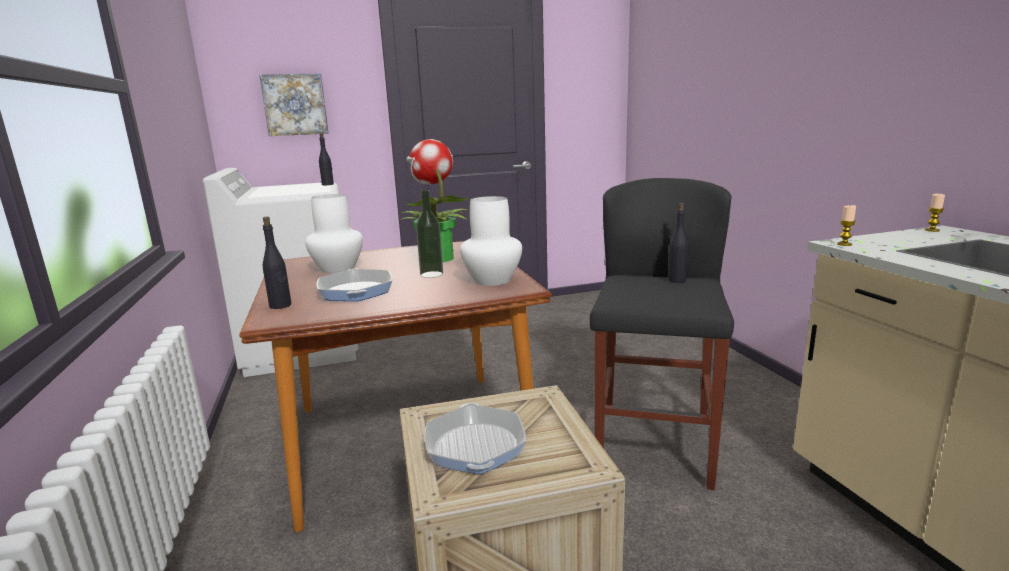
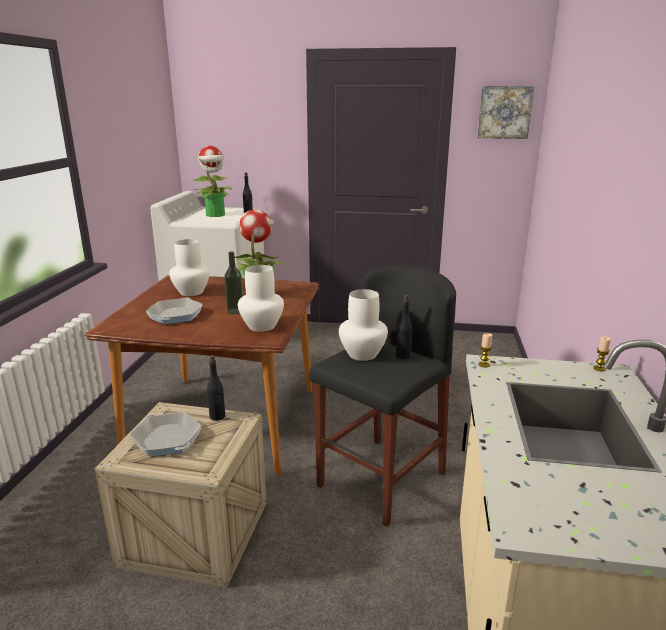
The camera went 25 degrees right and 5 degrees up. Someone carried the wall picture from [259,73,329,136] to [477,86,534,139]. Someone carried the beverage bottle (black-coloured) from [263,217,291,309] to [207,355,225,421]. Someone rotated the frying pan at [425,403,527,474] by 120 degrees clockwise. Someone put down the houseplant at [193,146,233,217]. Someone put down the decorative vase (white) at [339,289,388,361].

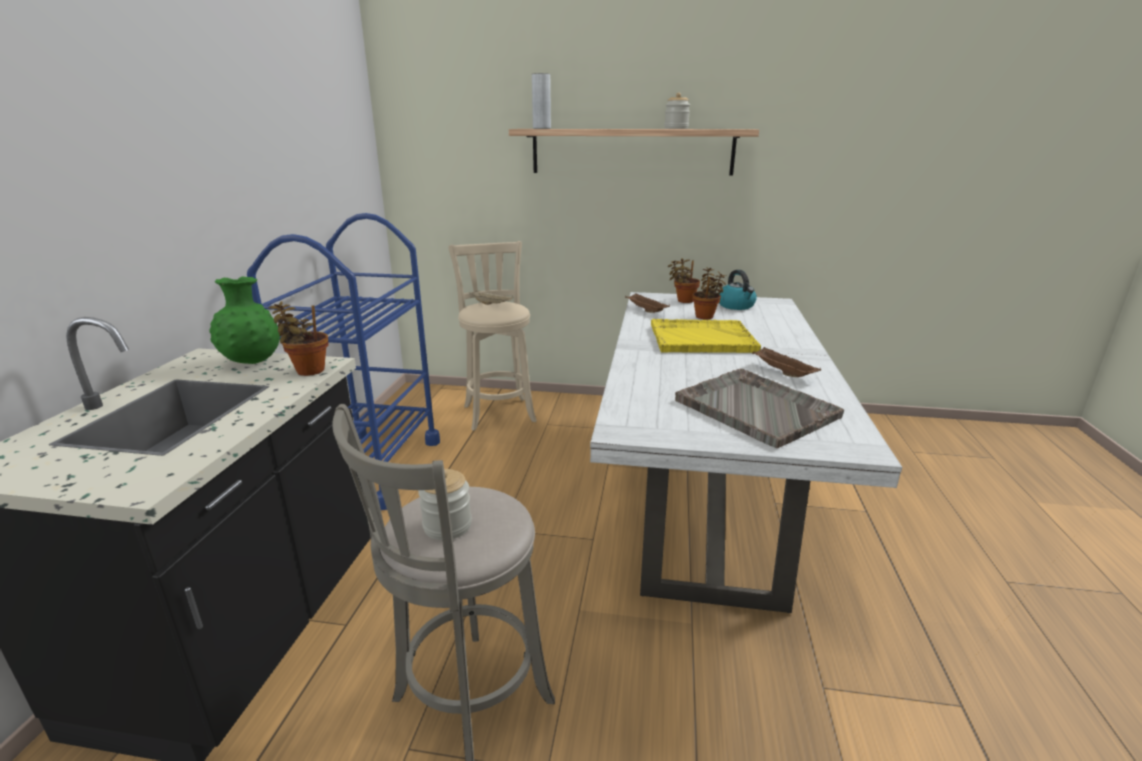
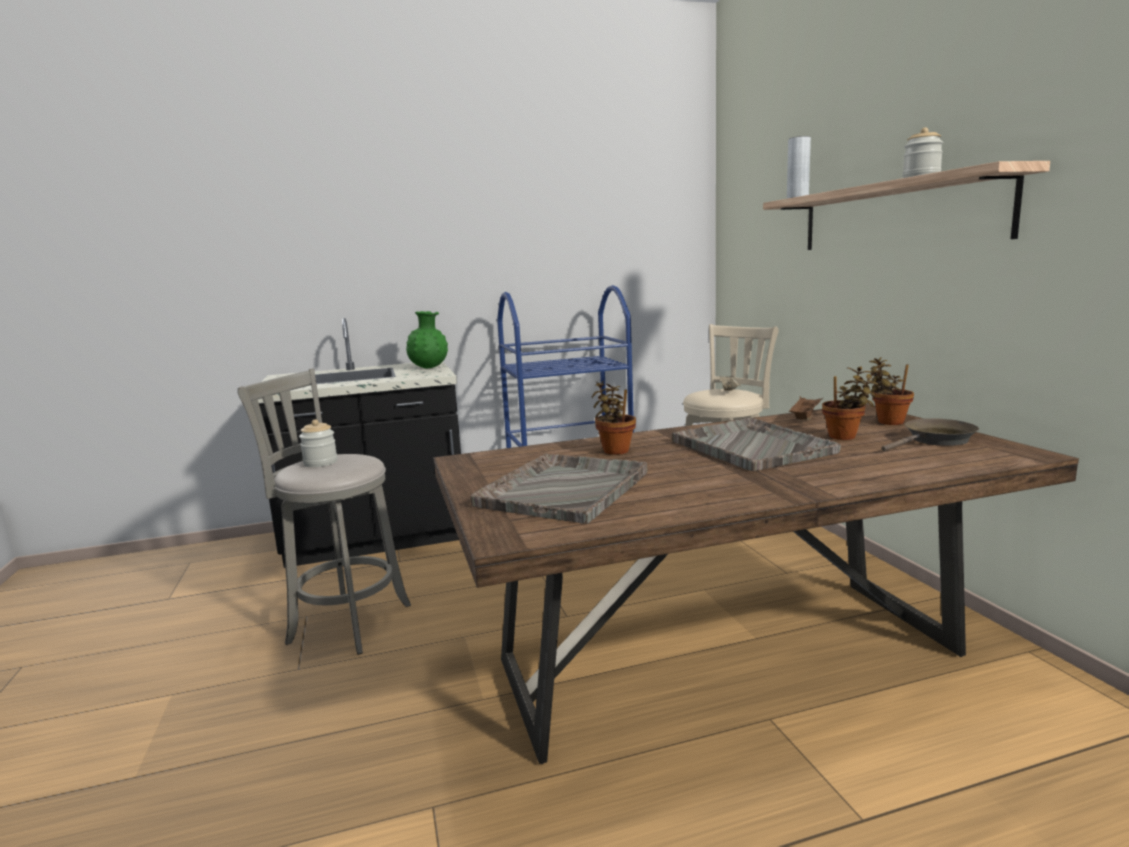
The camera went 65 degrees right and 10 degrees down. Someone swapped the kettle at [718,270,757,310] for the frying pan (brown-coloured) at [881,418,979,451]. Someone repainted the dinner table (white) at [590,292,902,613], which became the dinner table (brown-coloured) at [433,404,1079,764]. Someone carried the houseplant from [269,301,328,376] to [592,381,636,455]. Someone repainted the carrying tray (yellowish) at [651,319,761,353], which became the carrying tray (gray) at [672,418,841,471]. Someone took away the carrying tray (brown-coloured) at [752,347,821,377].

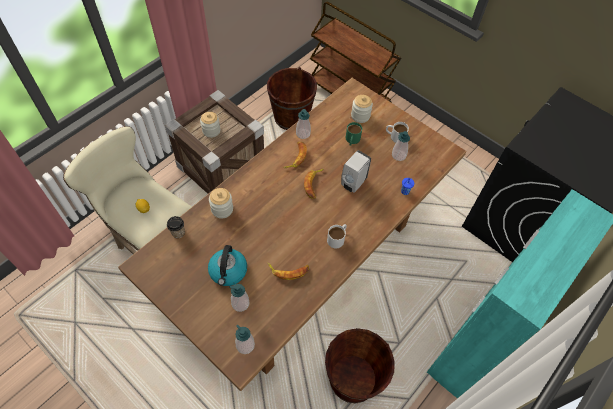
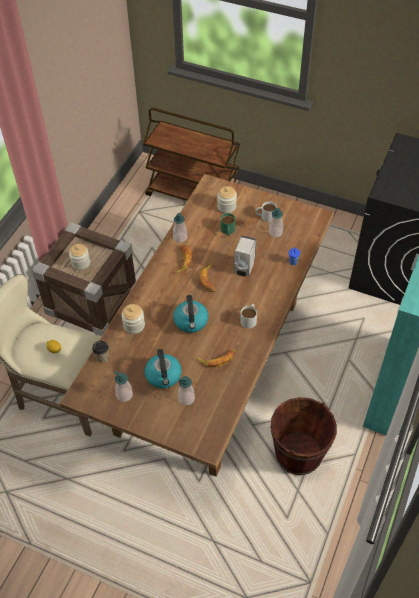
The camera went 15 degrees left and 5 degrees down. Someone took away the water bucket (brown-coloured) at [267,67,317,130]. Someone carried the soap bottle from [235,325,255,354] to [114,371,133,402]. Someone put down the kettle at [173,295,208,333].

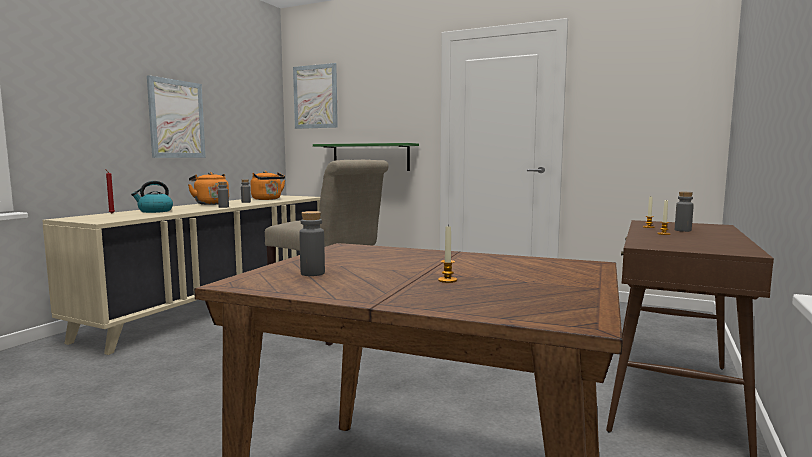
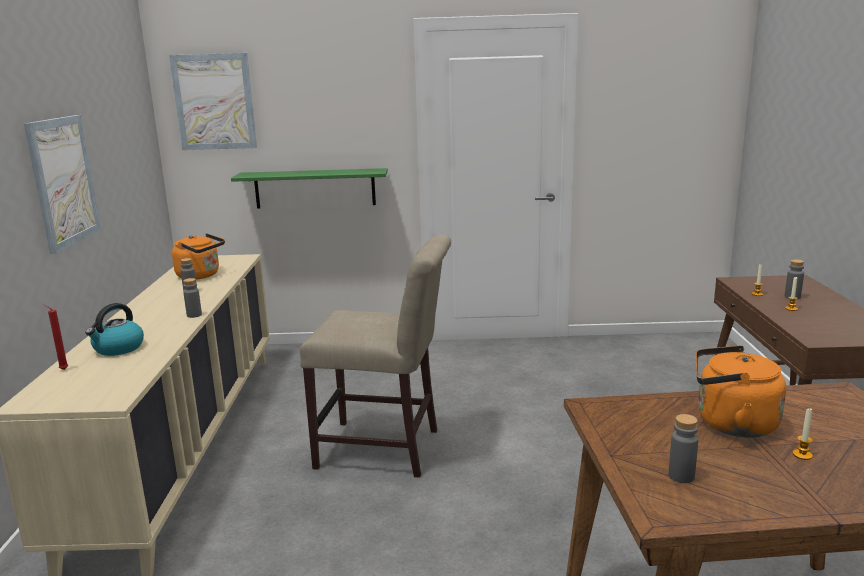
The camera went 25 degrees left and 10 degrees up. Someone carried the kettle (orange-coloured) from [188,172,229,205] to [696,345,786,438].

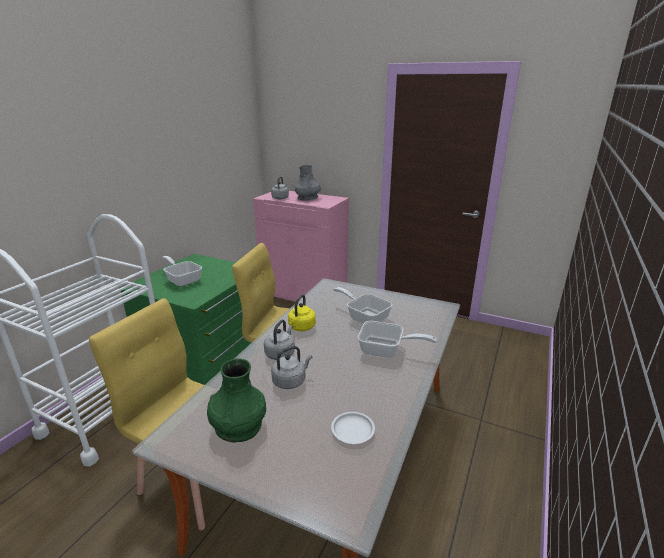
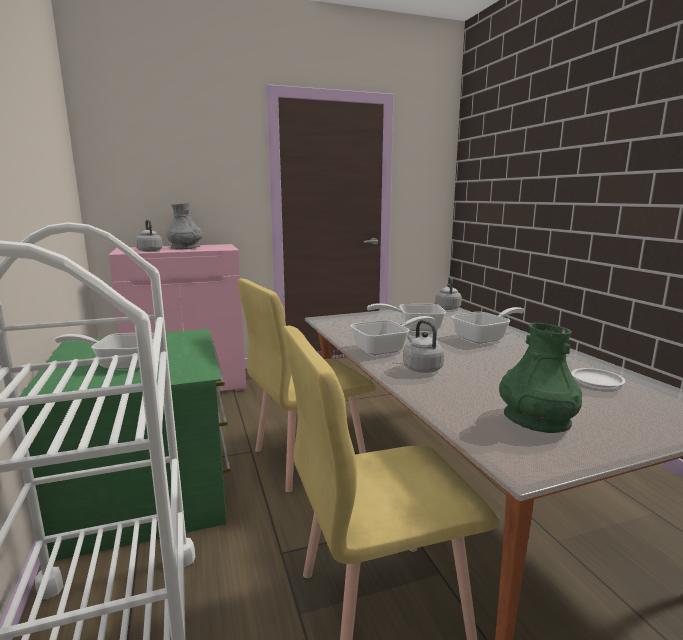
The camera went 45 degrees left and 10 degrees down. Someone swapped the kettle (yellowish) at [288,294,316,331] for the frying pan at [350,316,435,355]. Someone carried the kettle (gray) from [271,346,312,389] to [435,276,462,310].

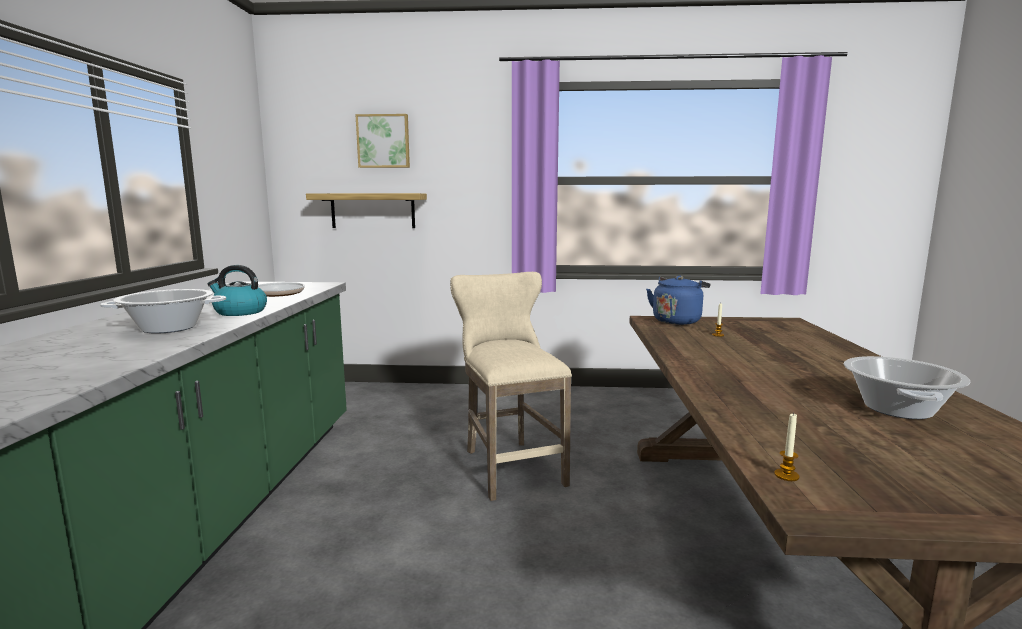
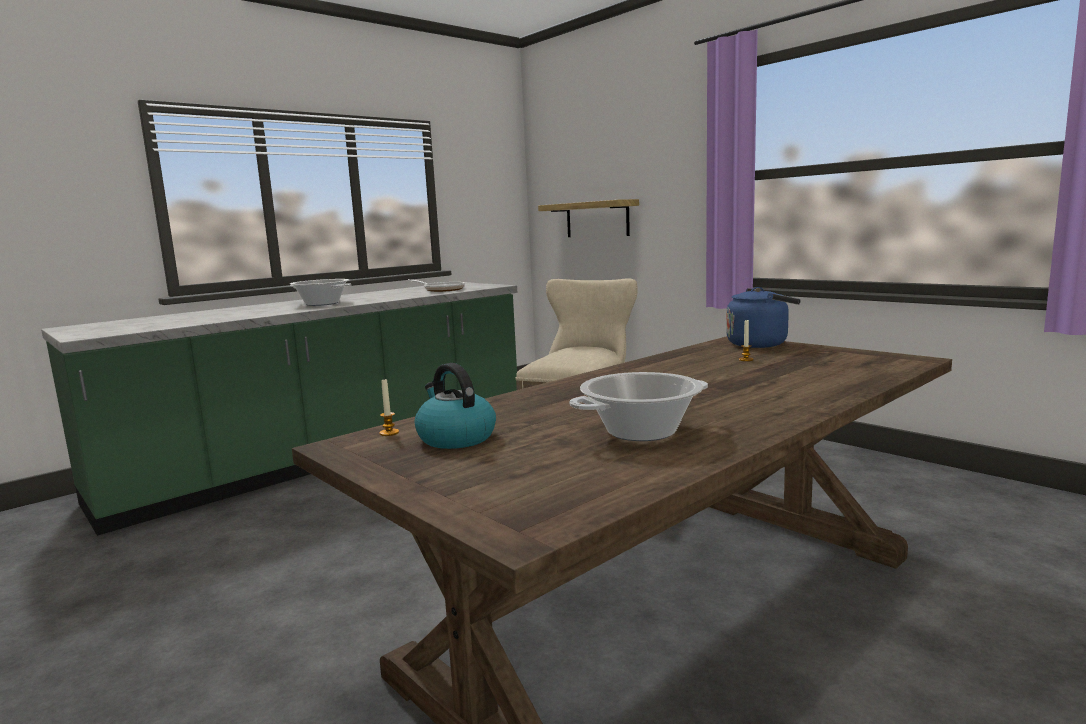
The camera went 45 degrees right and 0 degrees up. Someone took away the wall picture at [355,114,410,168]. Someone carried the kettle from [208,265,267,316] to [415,363,496,449].

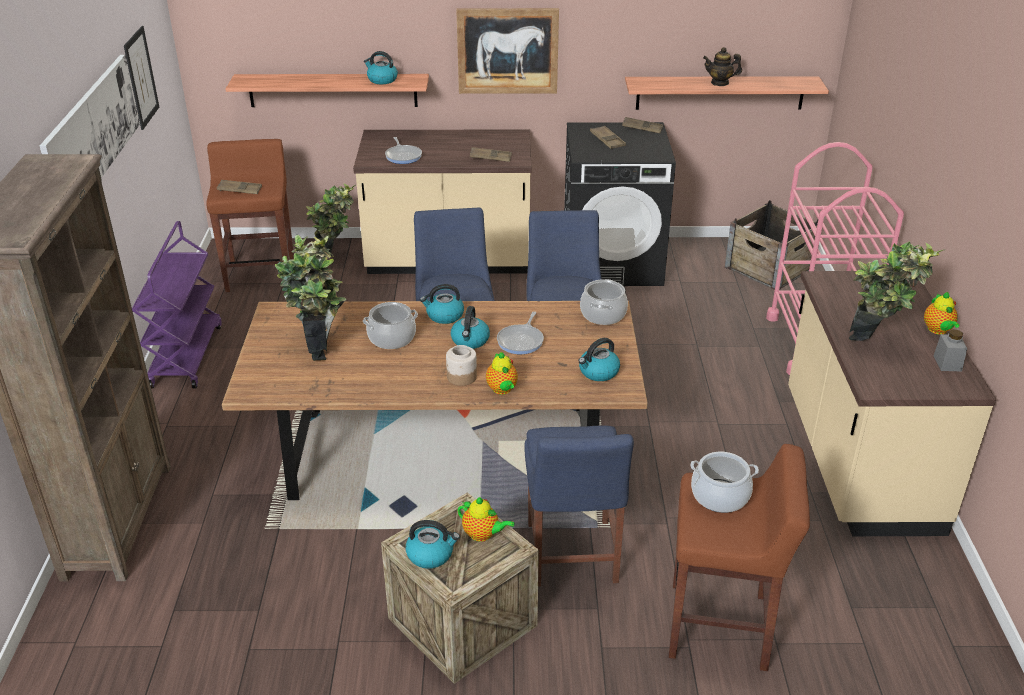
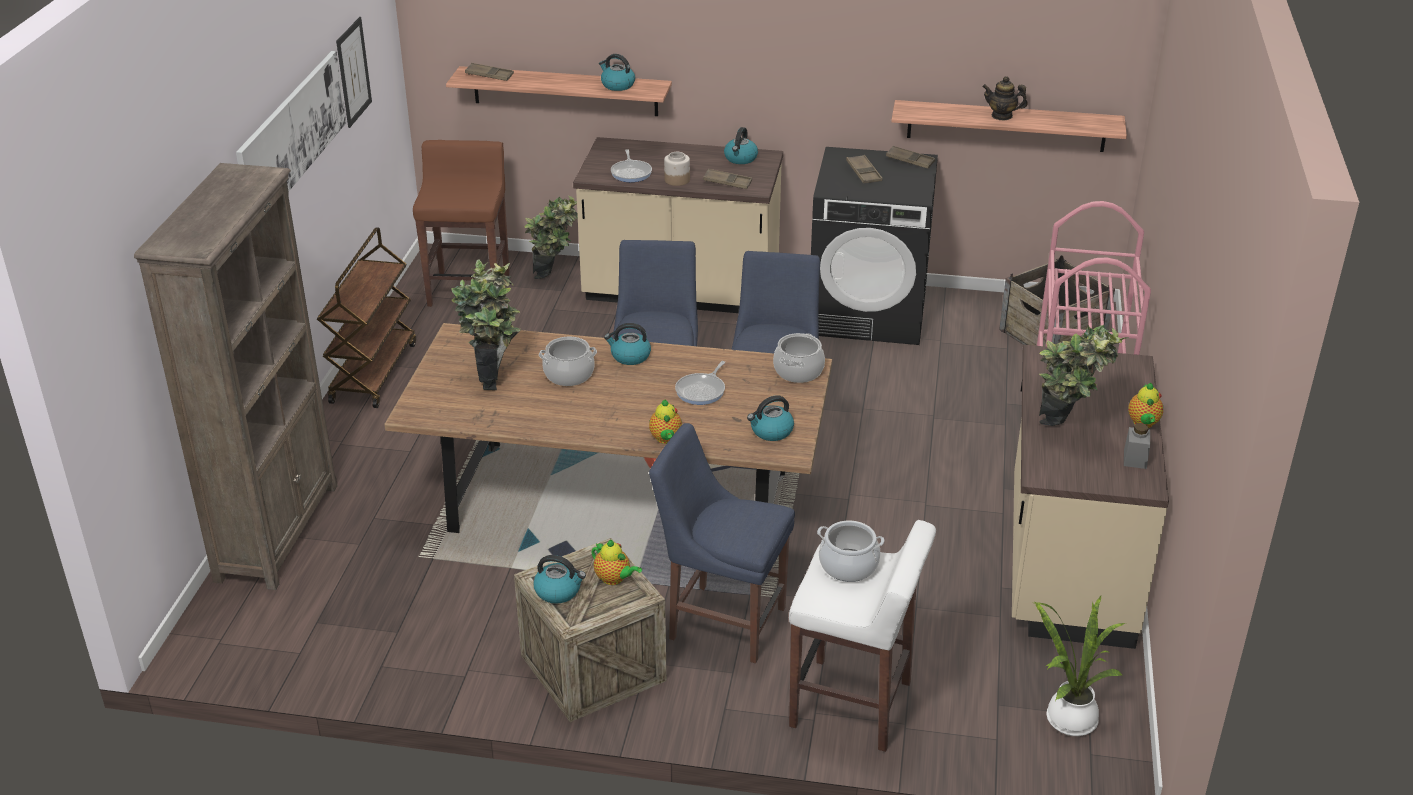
The camera went 10 degrees right and 0 degrees up. Someone took away the wall picture at [456,8,559,94]. Someone carried the carrying tray (brown-coloured) from [217,180,262,194] to [465,63,514,81]. Someone repainted the trolley (purple) at [132,221,221,389], which became the trolley (brown-coloured) at [317,227,416,408]. Someone carried the kettle from [451,306,490,349] to [724,127,758,164]. Someone carried the jar from [446,345,477,386] to [664,152,690,186]. Someone rotated the upright chair (blue) at [525,426,634,587] by 105 degrees clockwise. Someone repainted the stool seat (brown-coloured) at [669,444,810,671], which became the stool seat (white) at [789,520,936,752]. Someone put down the houseplant at [1035,596,1125,736].

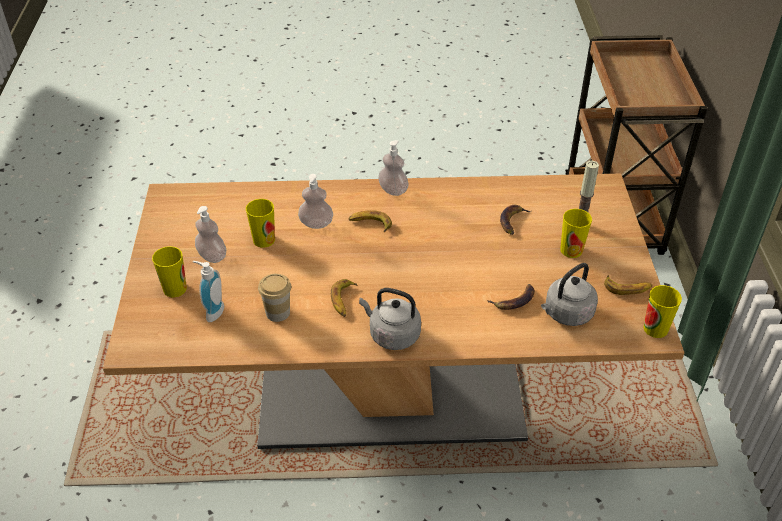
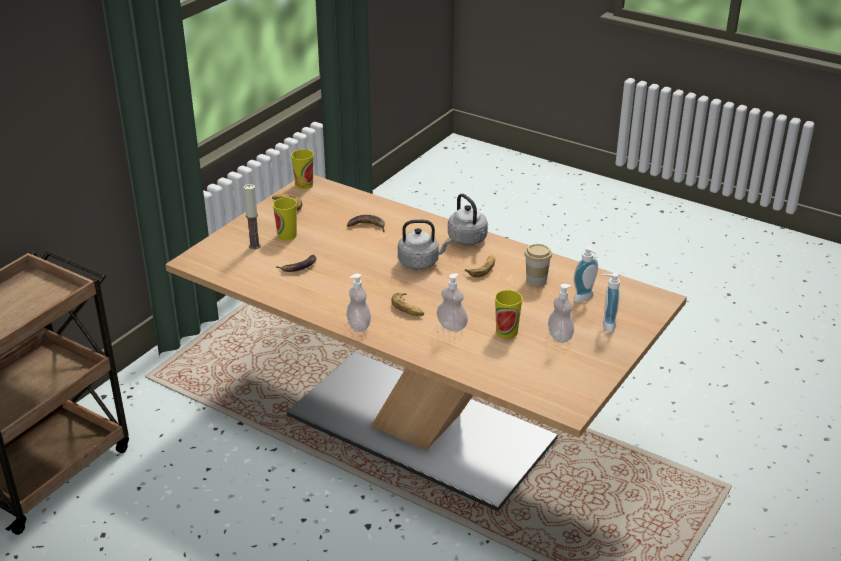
The camera went 145 degrees left and 10 degrees down. Someone swapped the small cup at [152,246,187,297] for the soap bottle at [602,273,620,332]. Someone carried the kettle (gray) from [541,263,598,326] to [398,220,451,270].

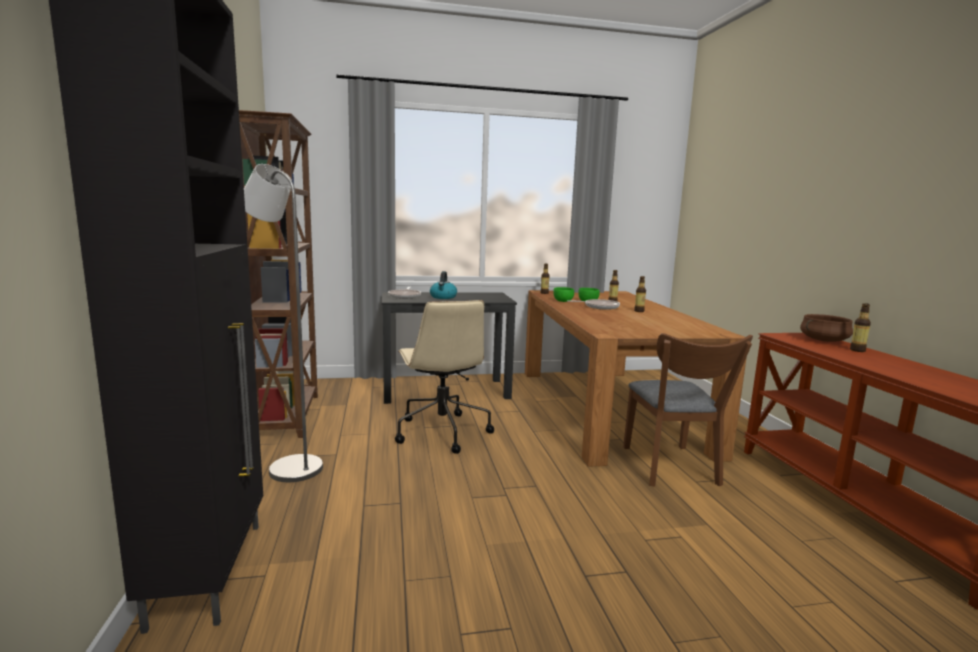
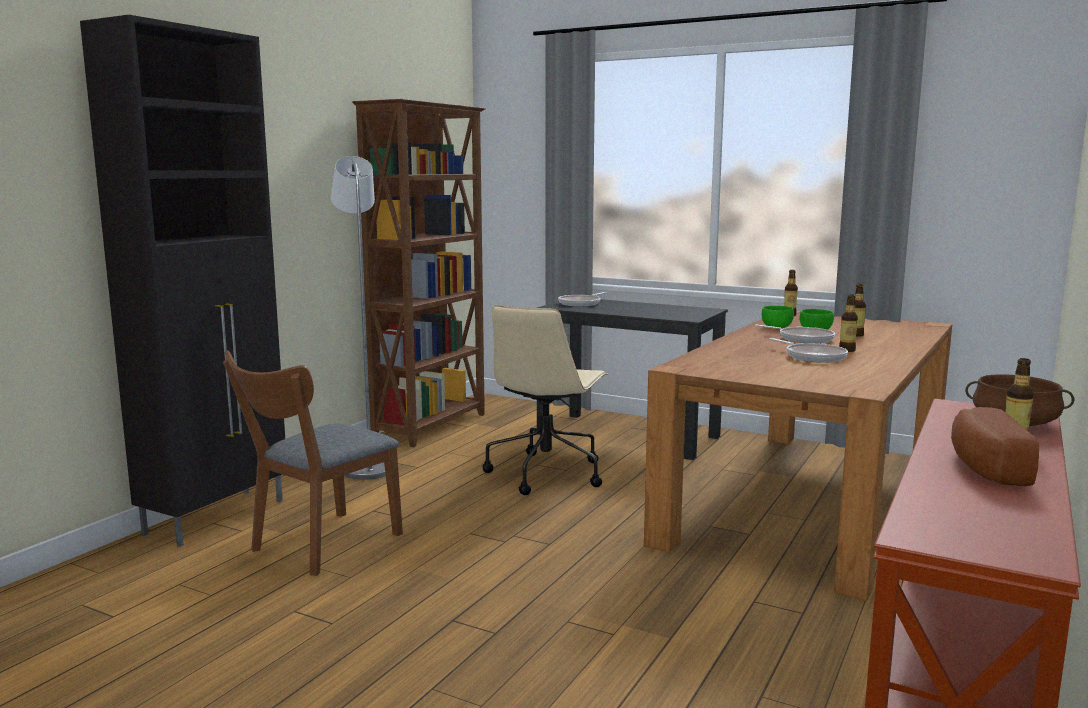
The camera went 40 degrees right and 0 degrees up. Someone took away the kettle at [430,271,457,299]. Someone carried the upright chair (brown-coloured) from [623,333,753,487] to [223,350,403,576]. Someone put down the frying pan at [769,338,848,363]. Someone put down the baked bread at [951,407,1039,486].

